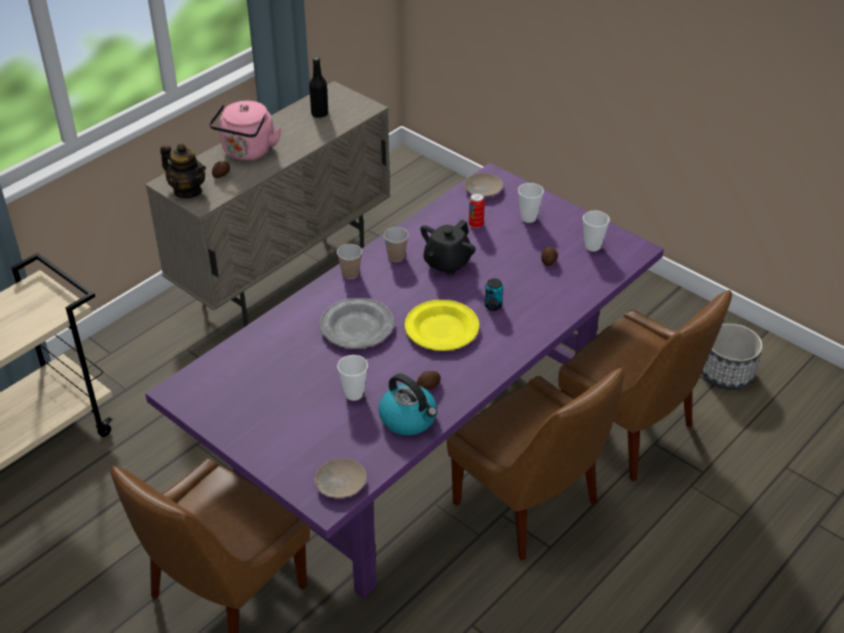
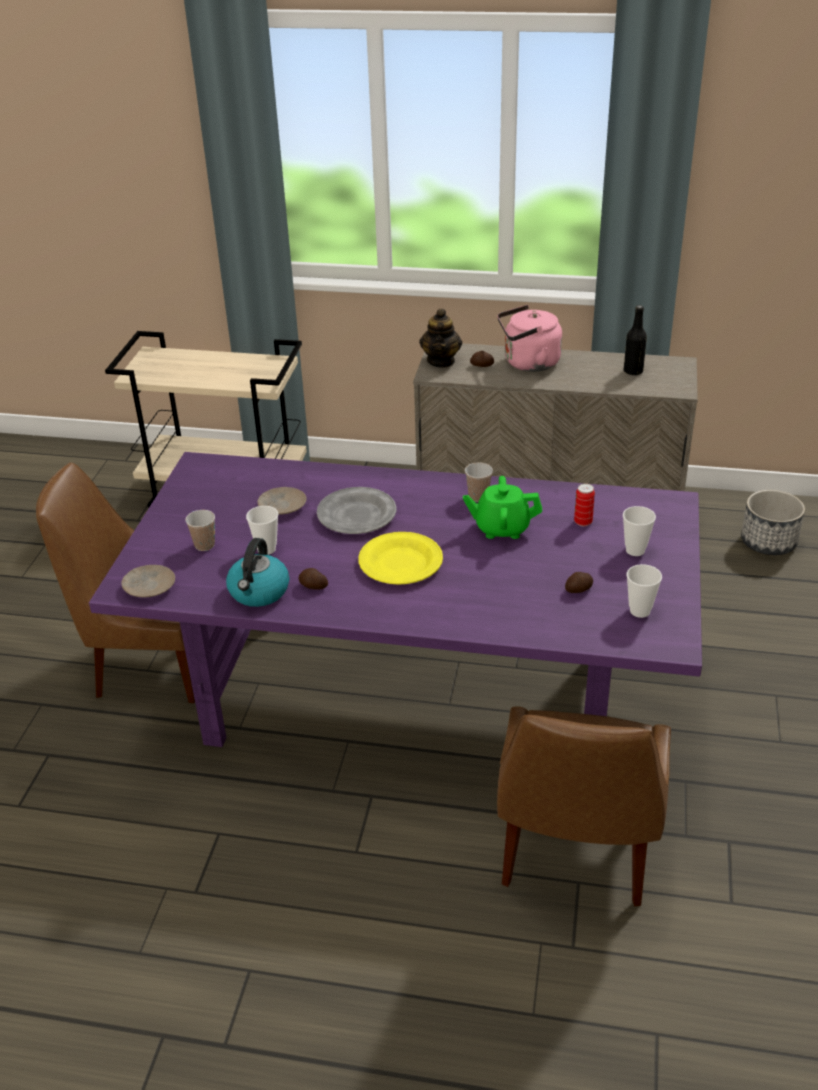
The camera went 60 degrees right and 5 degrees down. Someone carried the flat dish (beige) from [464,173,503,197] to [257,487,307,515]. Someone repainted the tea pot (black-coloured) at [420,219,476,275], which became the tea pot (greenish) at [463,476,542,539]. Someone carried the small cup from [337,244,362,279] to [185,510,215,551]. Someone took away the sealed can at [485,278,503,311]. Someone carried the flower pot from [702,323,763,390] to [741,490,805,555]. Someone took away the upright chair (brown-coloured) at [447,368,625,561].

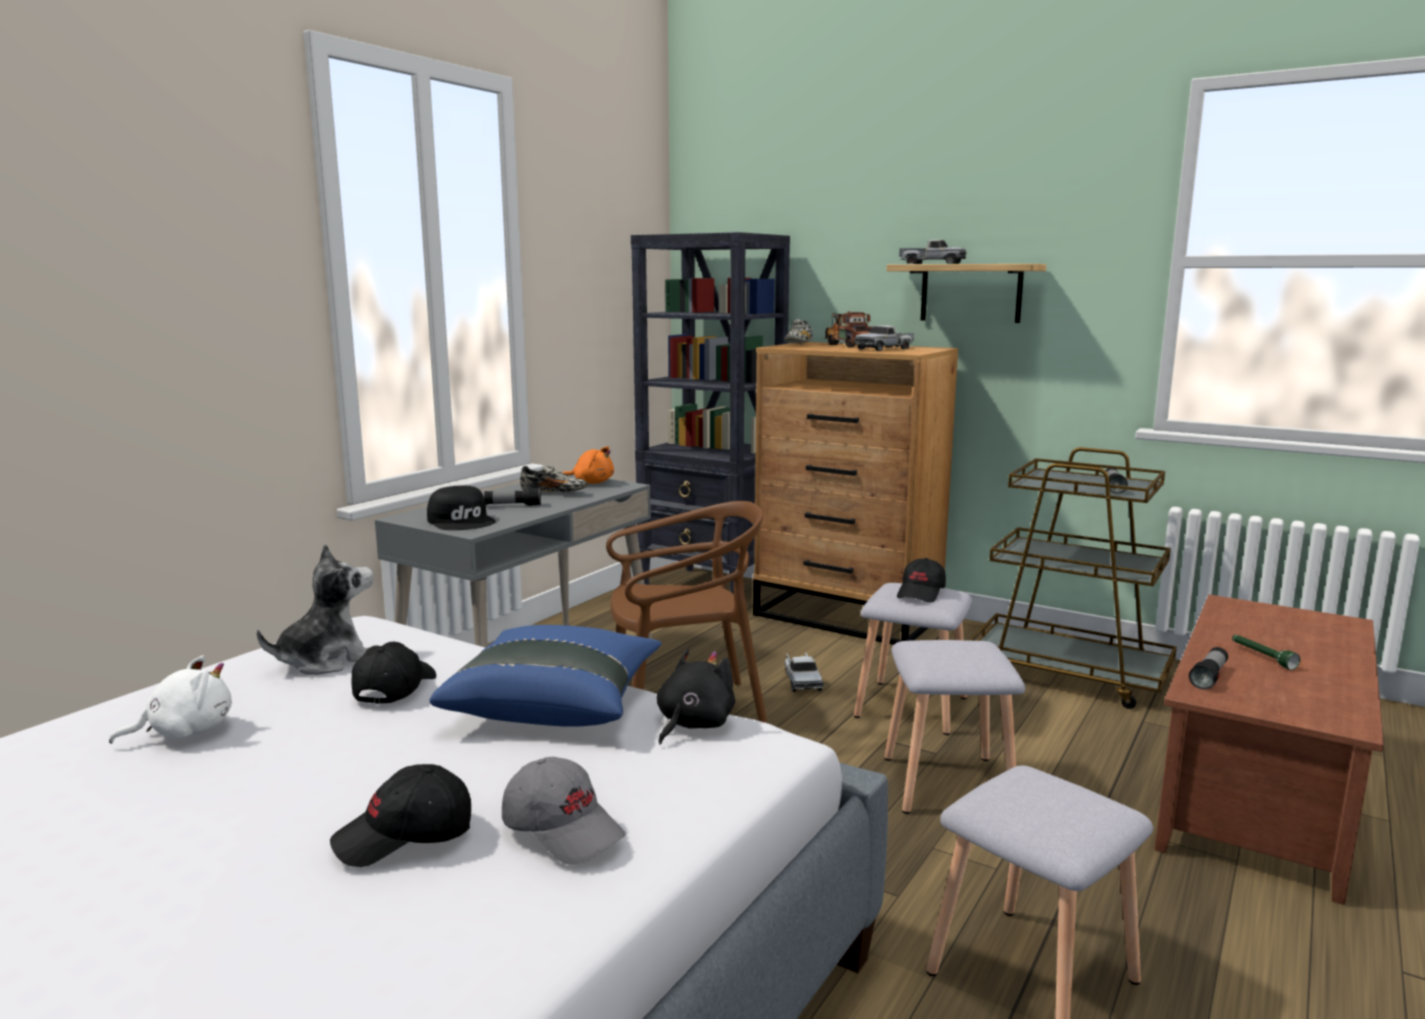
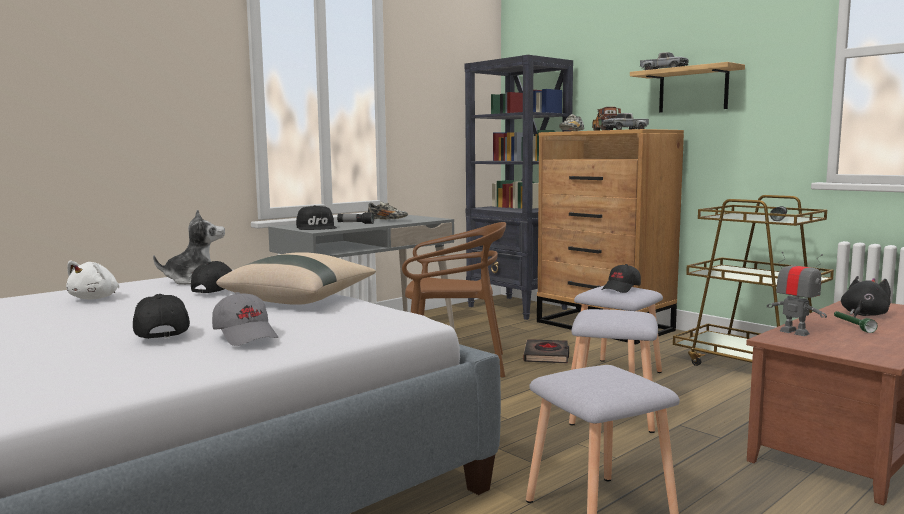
The camera went 15 degrees right and 5 degrees down. Someone took away the plush toy (orange-coloured) at [563,446,614,484]. Someone repainted the throw pillow (blue) at [430,625,661,727], which became the throw pillow (beige) at [216,252,376,305]. Someone swapped the torch at [1189,647,1228,690] for the model robot at [767,252,827,336]. Someone carried the plush toy (black-coloured) from [657,649,735,745] to [841,276,891,317]. Someone swapped the toy lorry at [785,652,824,692] for the volume (black-coloured) at [523,339,569,363]. Someone rotated the plush toy (white) at [109,655,232,744] by 120 degrees clockwise. Someone rotated the peaked cap (black-coloured) at [330,764,471,867] by 75 degrees clockwise.

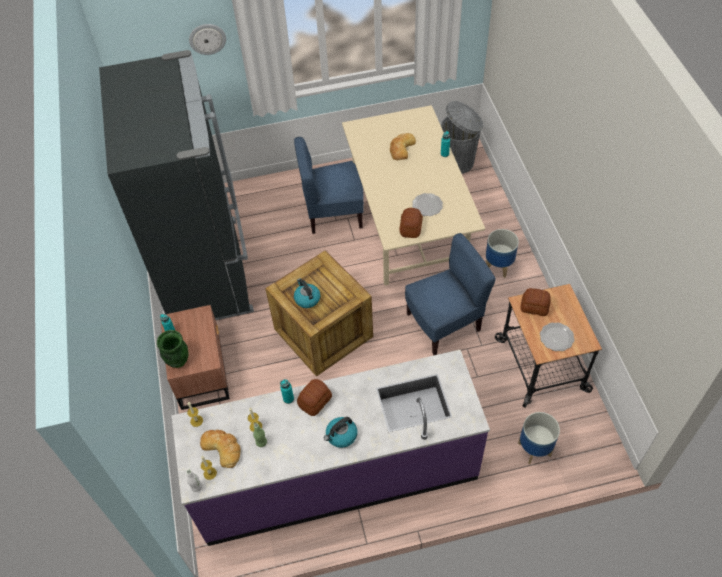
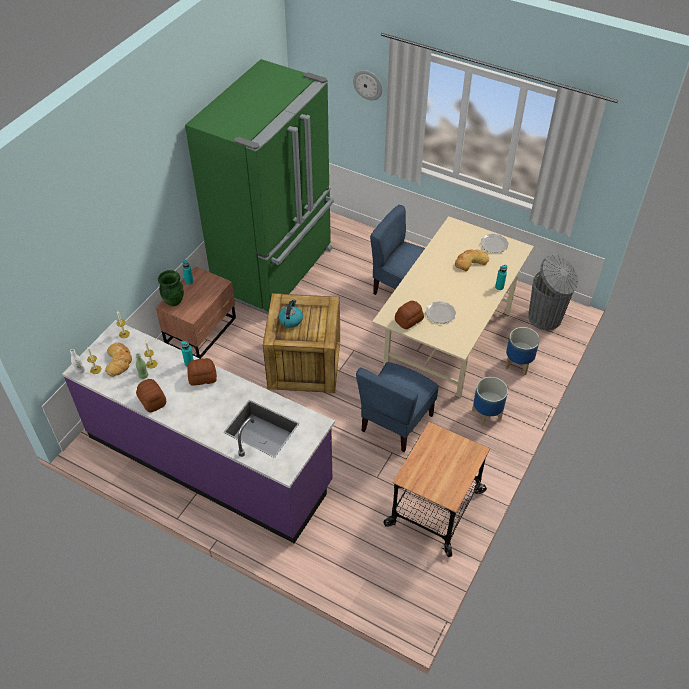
The camera went 40 degrees right and 5 degrees down. Someone repainted the fridge (black-coloured) at [99,50,254,320], which became the fridge (greenish) at [185,59,334,314]. Someone rotated the upright chair (blue) at [405,233,496,355] by 105 degrees clockwise. Someone carried the baked bread from [521,288,551,316] to [136,379,166,413]. Someone carried the flat dish from [540,323,575,351] to [480,234,509,253]. Someone carried the flower pot from [518,412,560,464] to [505,327,540,375]. Someone took away the kettle at [324,417,357,448].

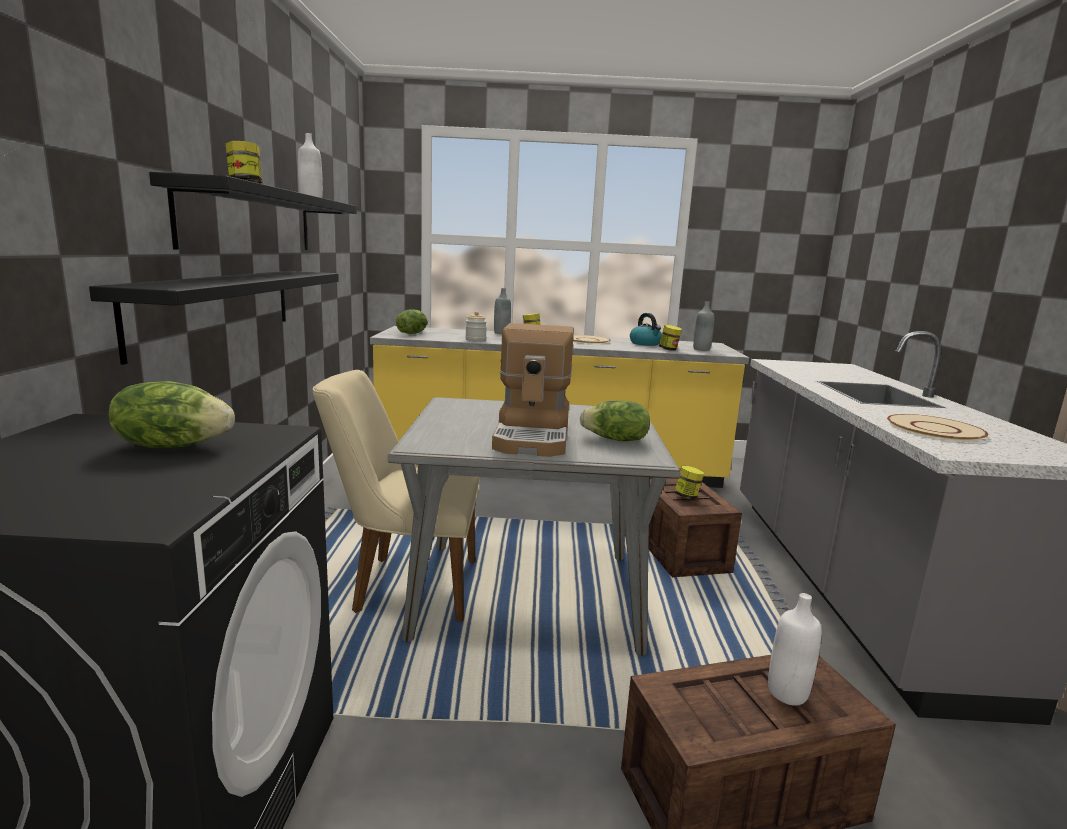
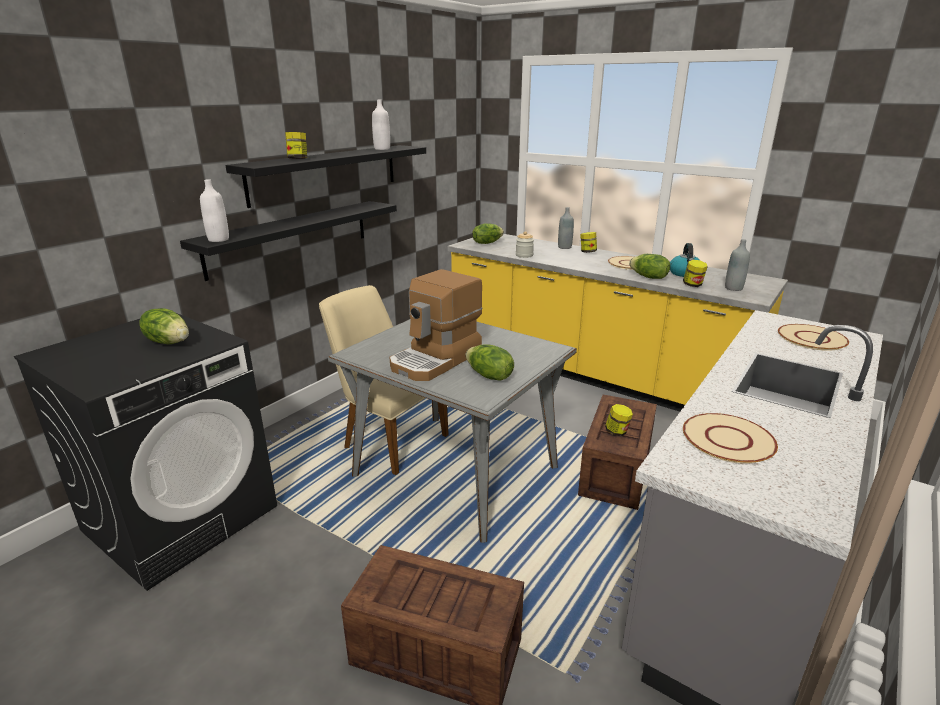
The camera went 35 degrees right and 10 degrees up. Someone carried the beverage bottle (white) from [768,593,821,706] to [200,179,229,242]. Someone put down the head of lettuce at [629,254,670,279]. Someone put down the flat dish (beige) at [778,324,849,351].

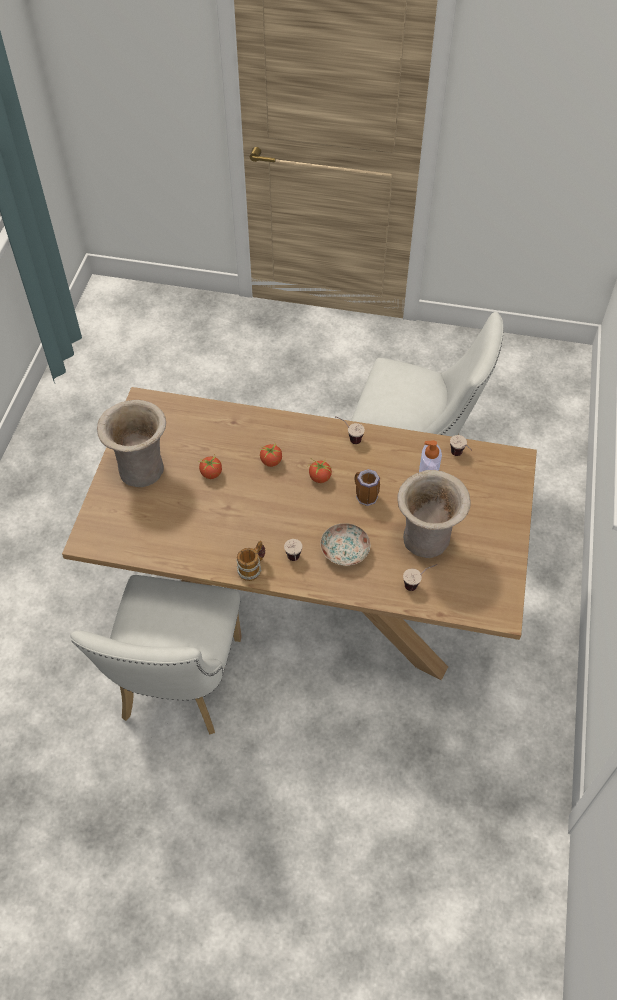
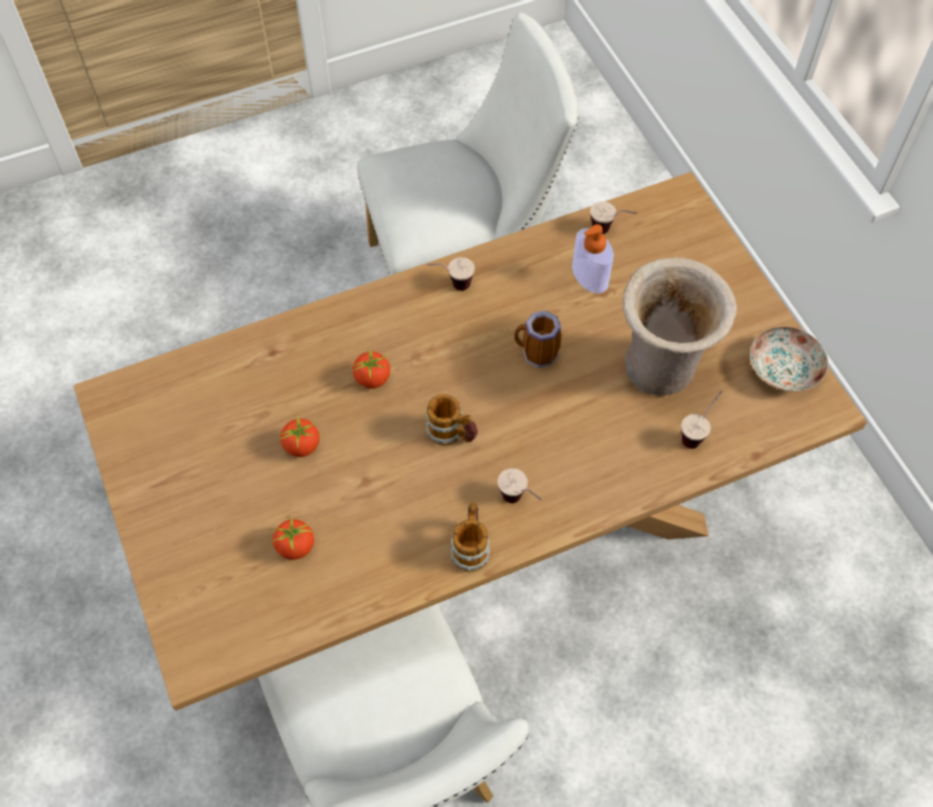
The camera went 35 degrees left and 5 degrees up. Someone took away the decorative vase (beige) at [97,400,166,487]. Someone carried the whole tomato from [309,459,332,483] to [272,516,314,560]. Someone carried the flat dish from [320,523,370,566] to [750,327,828,391]. Someone put down the tea mug at [426,394,478,446].

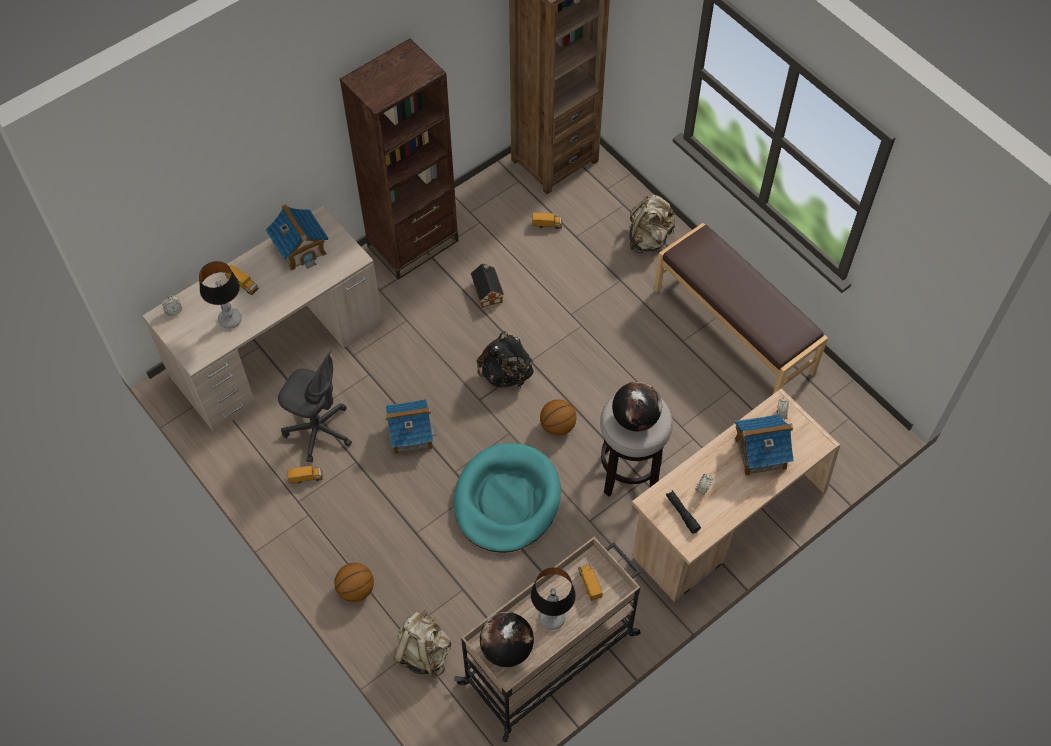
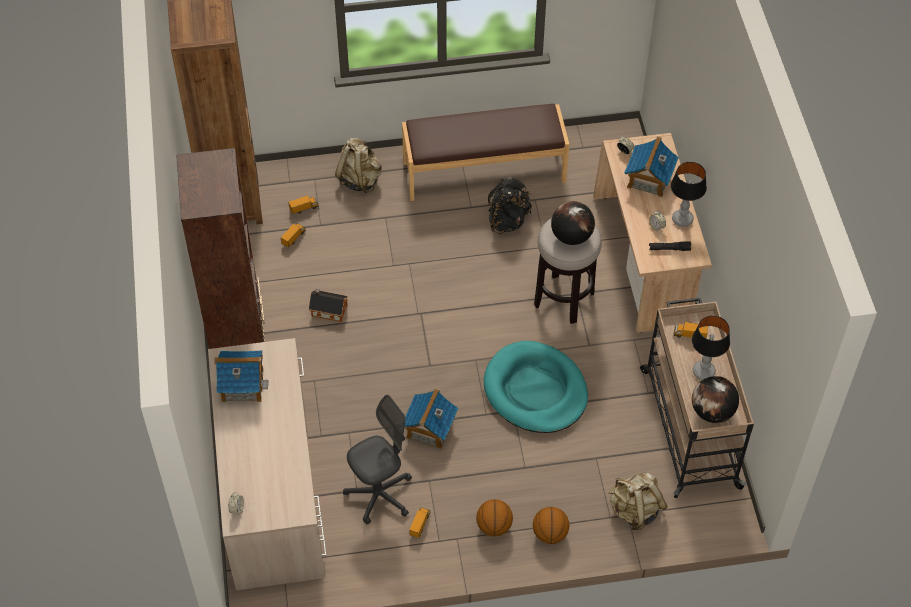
The camera went 60 degrees left and 5 degrees down. Someone carried the tabletop lamp from [199,261,242,329] to [671,162,707,227]. Someone carried the toy lorry from [225,264,259,295] to [288,196,319,214]. Someone carried the rucksack (black-coloured) from [477,331,534,388] to [488,177,532,234]. Someone carried the ball for basketball from [540,399,577,436] to [476,499,513,537].

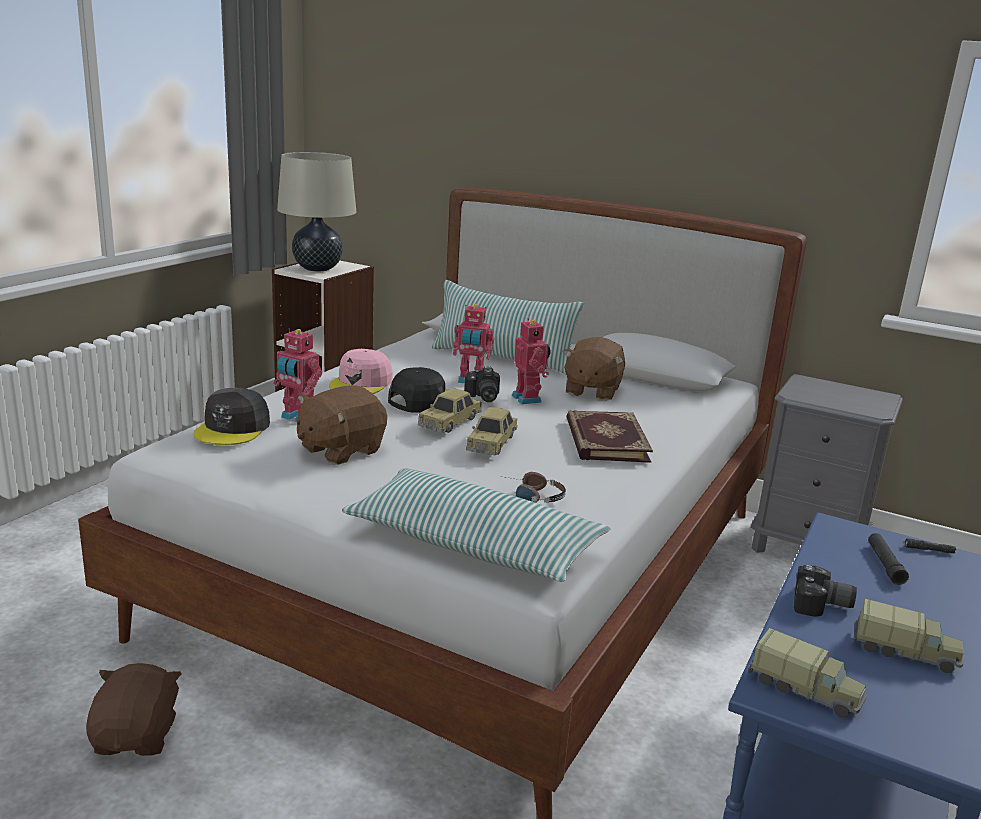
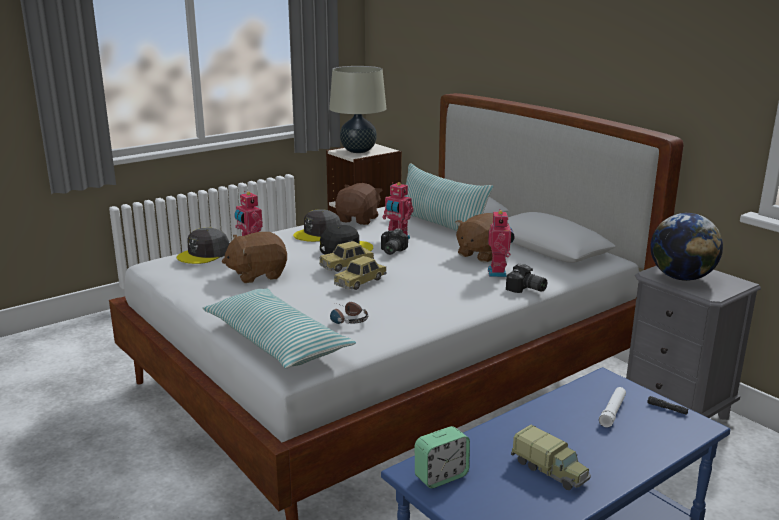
The camera went 25 degrees right and 0 degrees up. Someone carried the model robot from [512,318,551,404] to [488,209,515,277]. Someone repainted the peaked cap (pinkish) at [329,349,393,394], which became the peaked cap (gray) at [293,209,342,242]. Someone took away the volume at [566,410,653,463]. Someone repainted the torch (black-coloured) at [868,533,909,585], which became the torch (white) at [599,387,626,428]. Someone carried the still camera from [794,565,857,617] to [506,264,547,293]. Someone swapped the toy lorry at [748,628,866,718] for the alarm clock at [415,426,470,488]. Someone carried the plush toy (brown-coloured) from [86,663,182,756] to [335,183,382,225]. Someone put down the desk globe at [651,213,723,281].

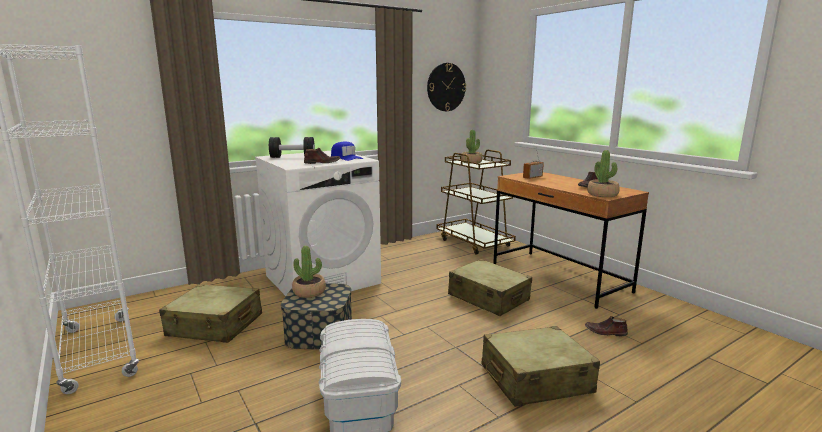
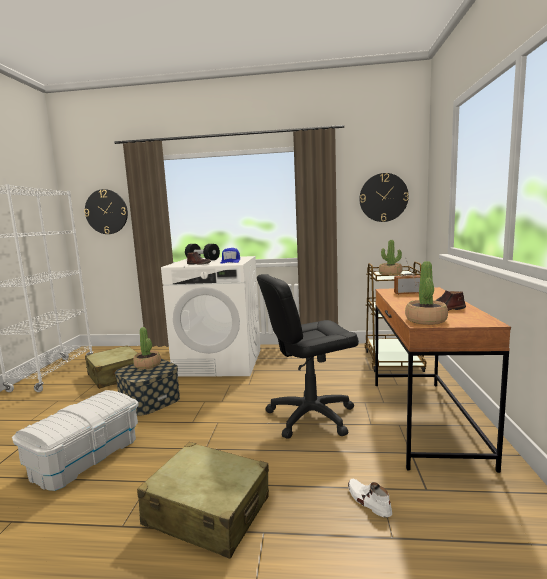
The camera went 40 degrees right and 5 degrees down. Someone swapped the suitcase (beige) at [448,259,532,316] for the computer chair (black-coloured) at [257,274,359,439]. Someone repainted the item of footwear (brown-coloured) at [585,316,628,336], which became the item of footwear (white) at [348,479,392,518]. Someone put up the clock on the wall at [84,189,128,234].

